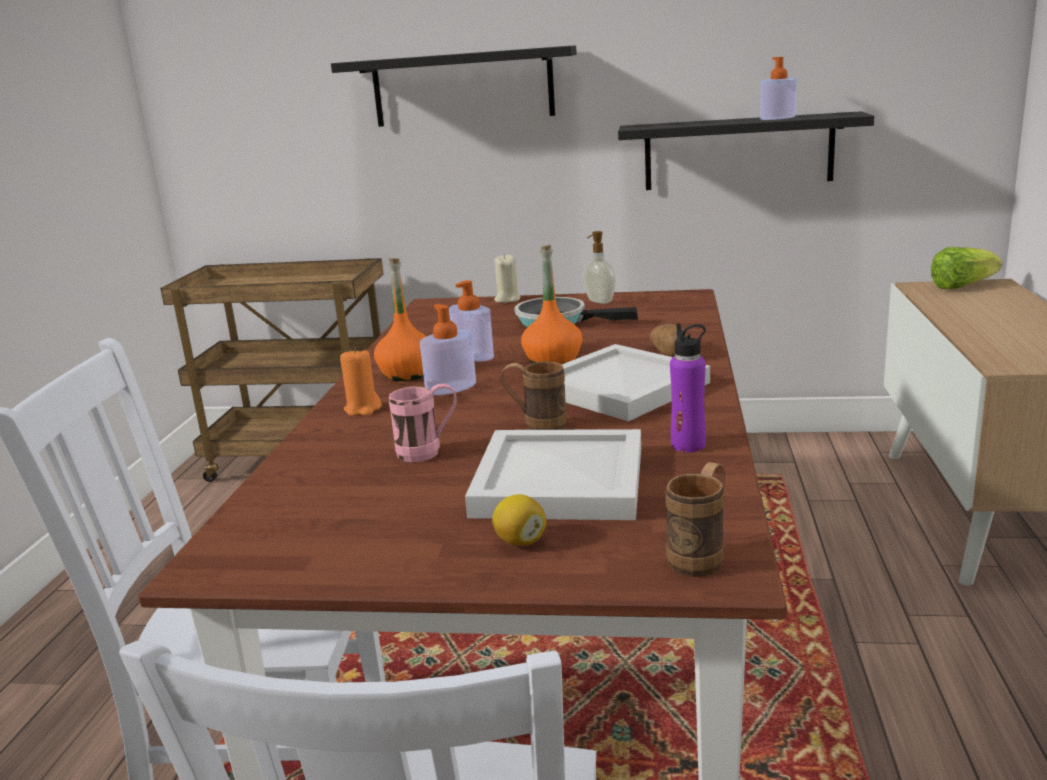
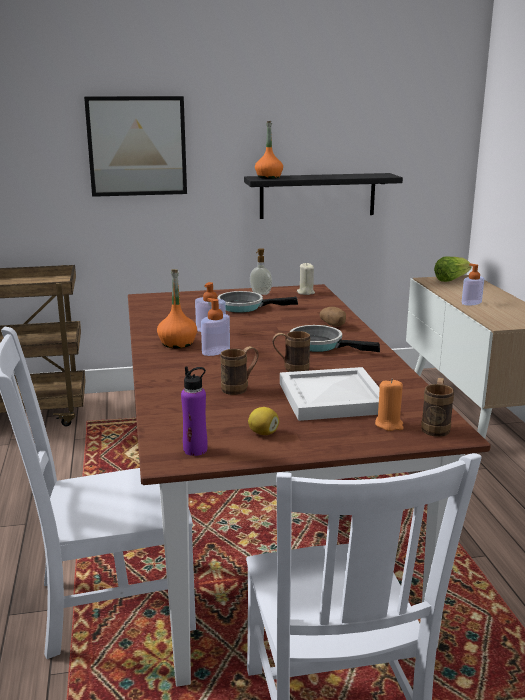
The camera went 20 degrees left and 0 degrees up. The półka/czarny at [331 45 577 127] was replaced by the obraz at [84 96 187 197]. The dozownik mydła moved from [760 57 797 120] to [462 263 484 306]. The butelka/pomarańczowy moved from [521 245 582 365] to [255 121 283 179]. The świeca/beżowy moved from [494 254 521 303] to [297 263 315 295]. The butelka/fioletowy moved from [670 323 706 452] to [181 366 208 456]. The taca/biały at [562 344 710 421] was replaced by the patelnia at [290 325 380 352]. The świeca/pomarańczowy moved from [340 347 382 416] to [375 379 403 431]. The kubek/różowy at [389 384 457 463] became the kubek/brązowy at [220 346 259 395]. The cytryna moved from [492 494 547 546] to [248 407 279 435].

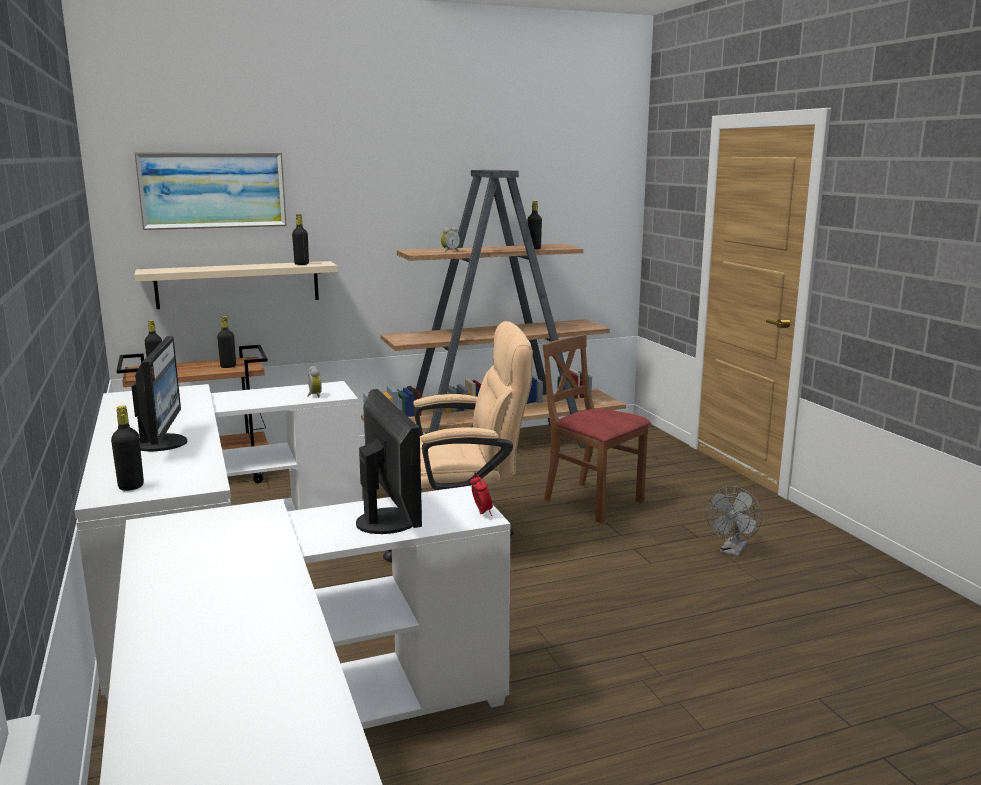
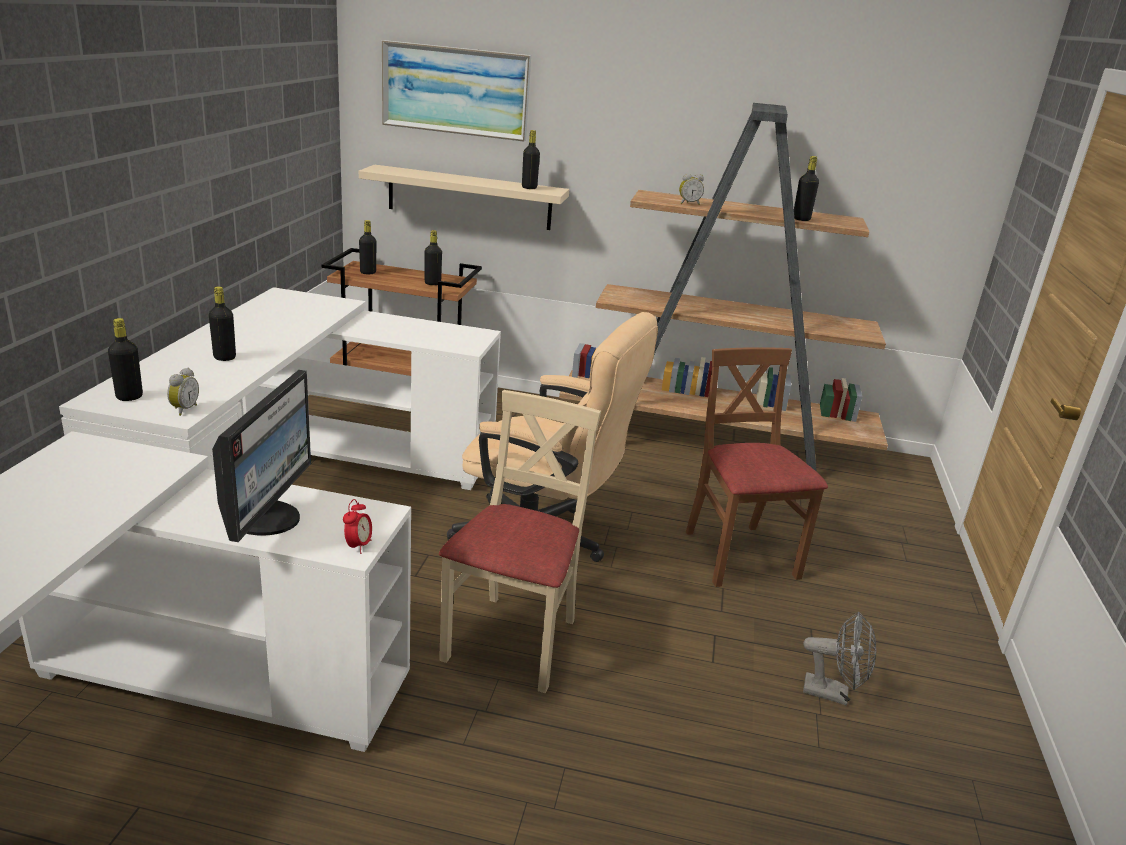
The camera went 30 degrees right and 10 degrees up. The monitor at [131 336 187 451] was replaced by the butelka/czarny at [209 286 236 361]. The budzik moved from [308 366 322 398] to [167 368 199 416]. The wentylator/szary at [706 486 762 557] turned 135 degrees counterclockwise. The krzesło/beżowy at [439 390 601 693] appeared.

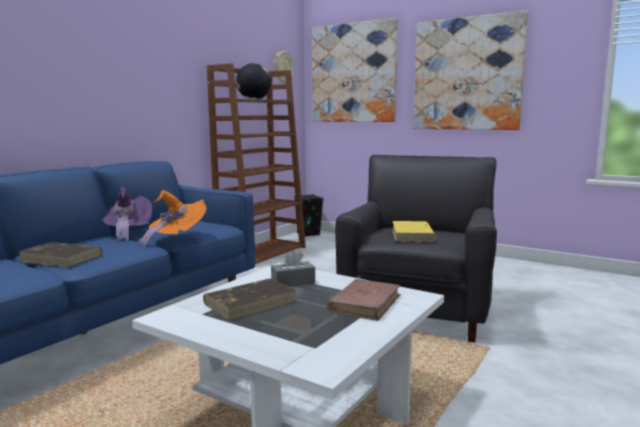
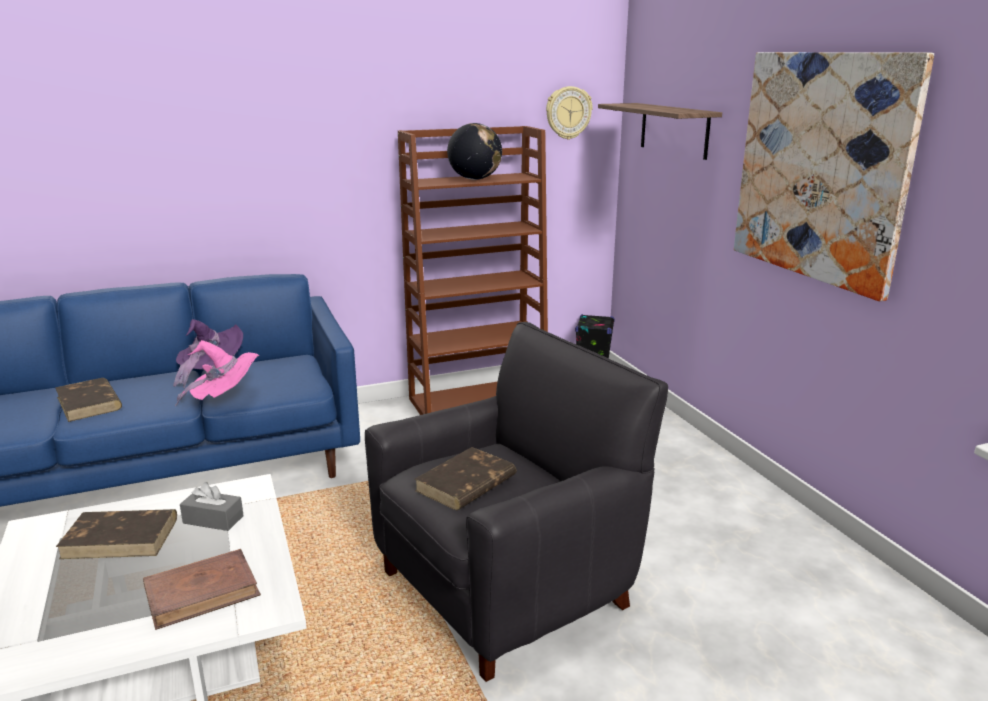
The camera went 35 degrees right and 10 degrees up. The obraz at [312 18 398 122] was replaced by the półka at [598 103 722 160]. The kapelusz/pomarańczowy at [138 190 206 248] became the kapelusz/różowy at [175 340 259 406]. The książka/żółty at [392 221 436 242] became the książka/brązowy at [415 447 516 510].

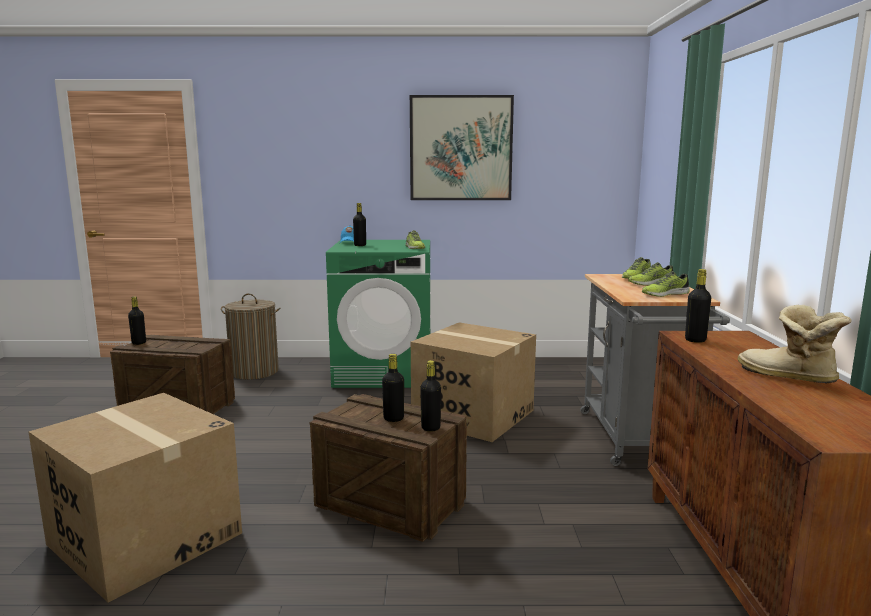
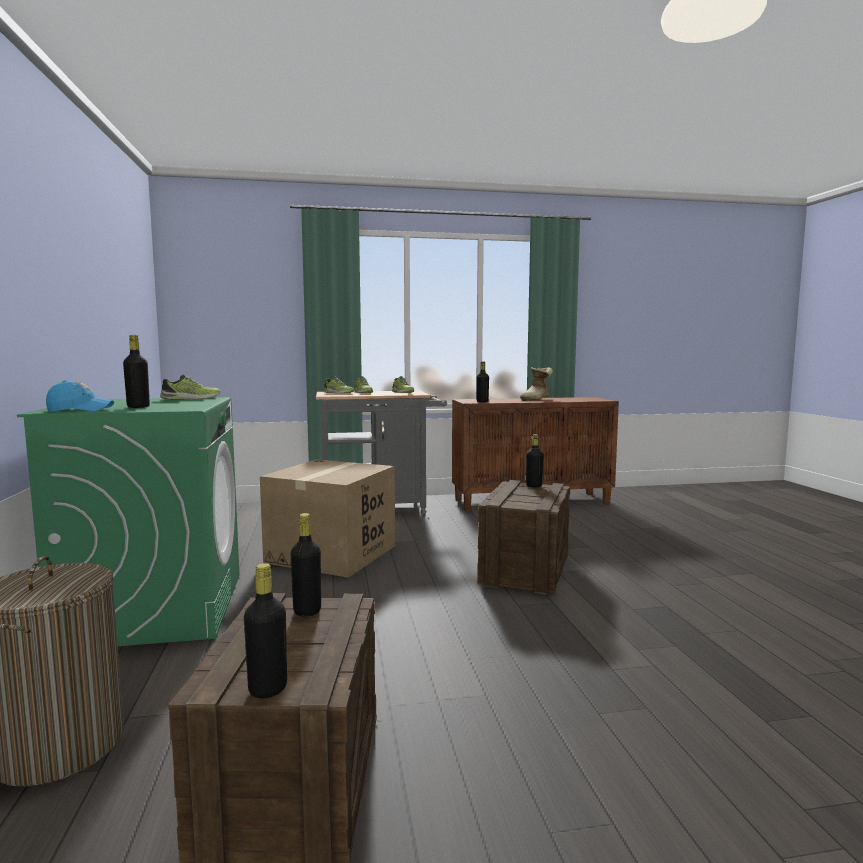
The camera went 100 degrees left and 5 degrees down. The obraz at [410 95 514 200] disappeared. The butelka/czarny moved from [382 354 404 422] to [291 513 321 617]. The karton at [29 393 242 603] disappeared.

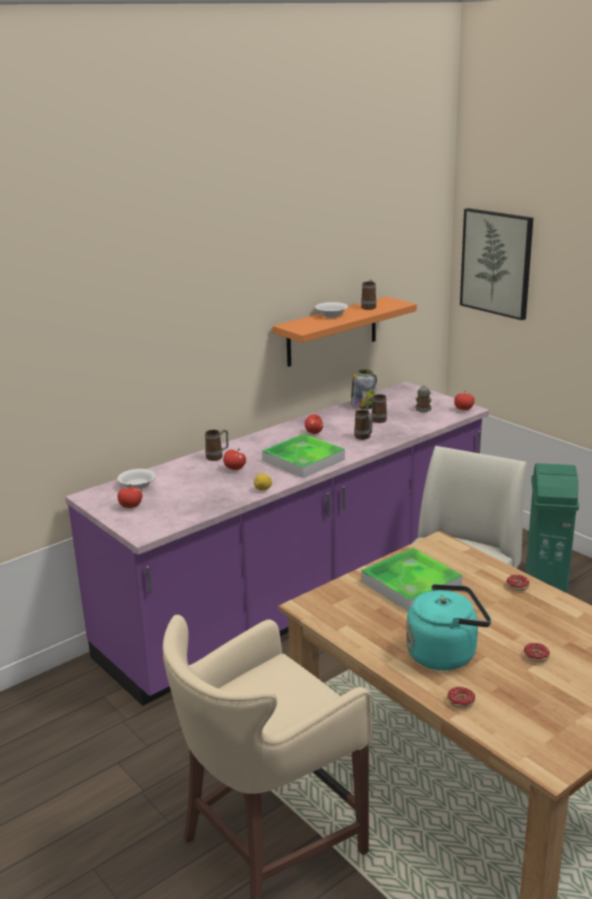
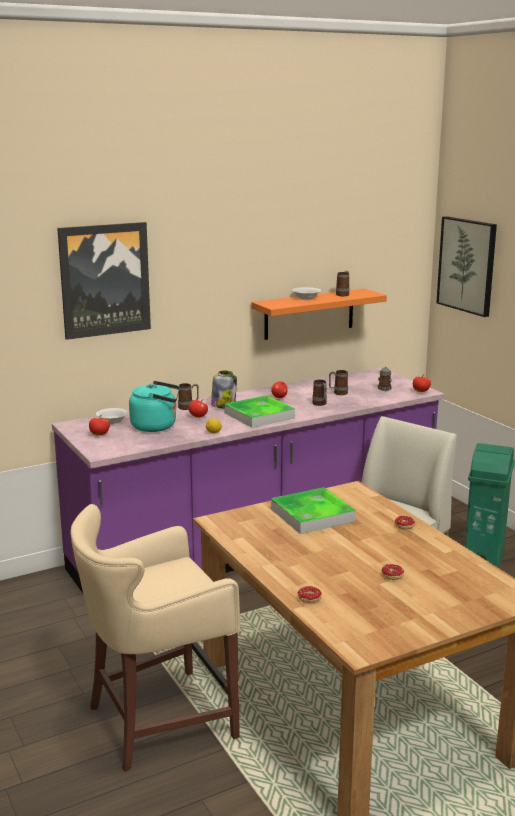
The camera went 10 degrees right and 5 degrees down. The słoik moved from [351 369 377 409] to [211 371 237 408]. The czajnik/turkusowy moved from [406 584 491 670] to [129 381 180 432]. The obraz at [57 222 151 340] appeared.

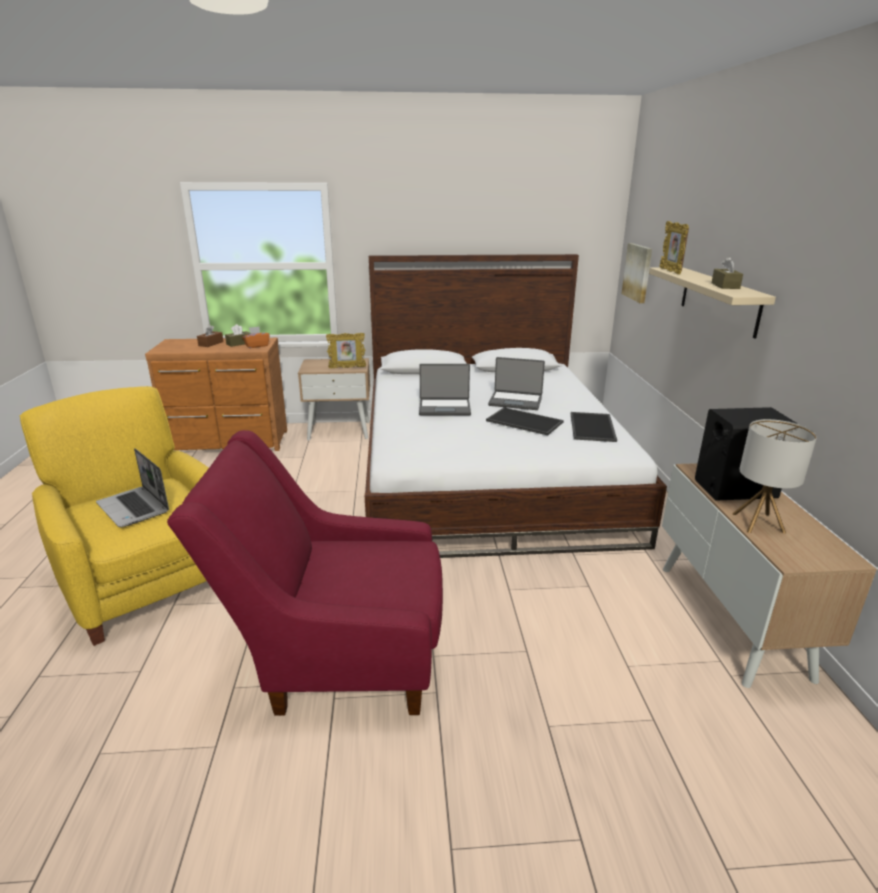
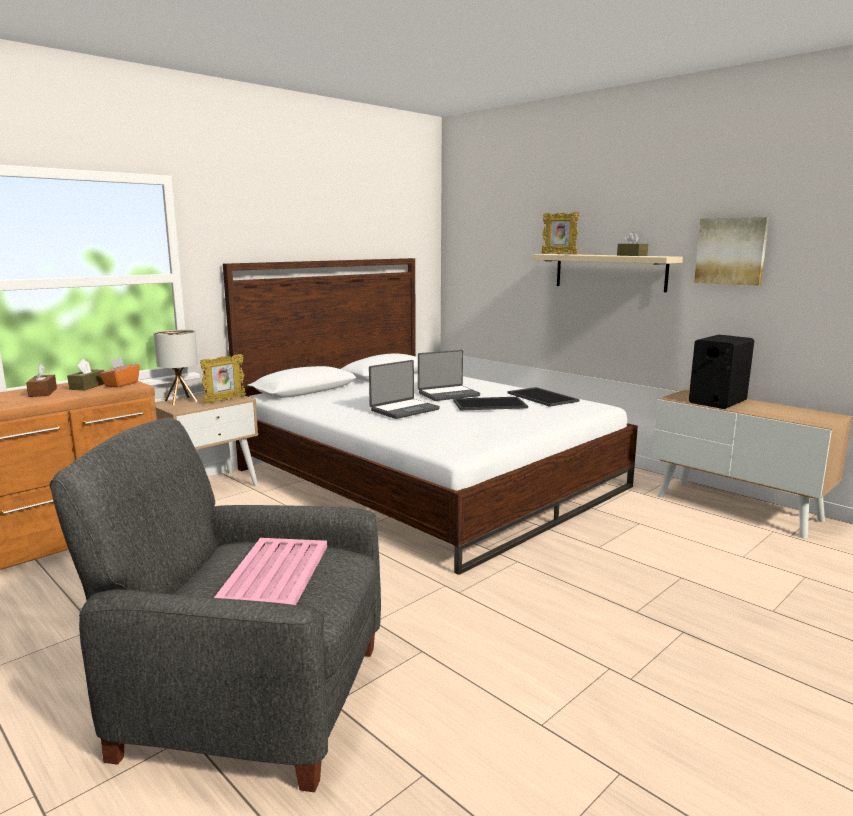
The camera went 40 degrees left and 10 degrees down. The obraz moved from [622 243 652 303] to [694 217 769 286]. The fotel/żółty at [20 386 209 646] became the fotel/szary at [50 417 381 792]. The lampa stołowa moved from [732 419 817 534] to [153 330 198 406]. The fotel/czerwony at [167 430 443 716] disappeared. The laptop at [96 448 169 527] was replaced by the taca/różowy at [214 538 327 605].

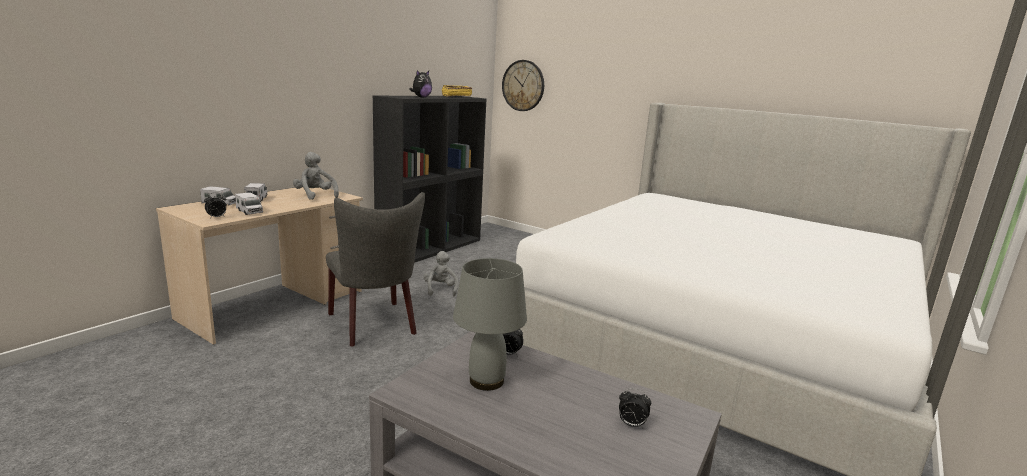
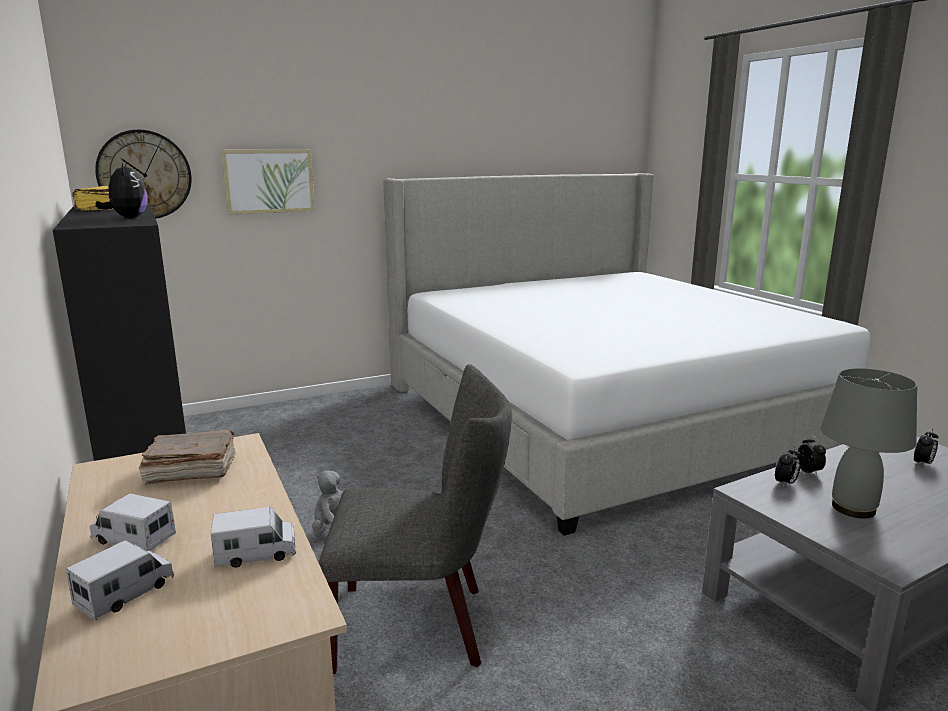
The camera went 60 degrees left and 0 degrees up. The pluszak/szary at [293 152 339 200] was replaced by the książka/brązowy at [139 430 236 484]. The budzik moved from [204 193 226 218] to [797 435 826 476]. The obraz at [221 149 315 215] appeared.

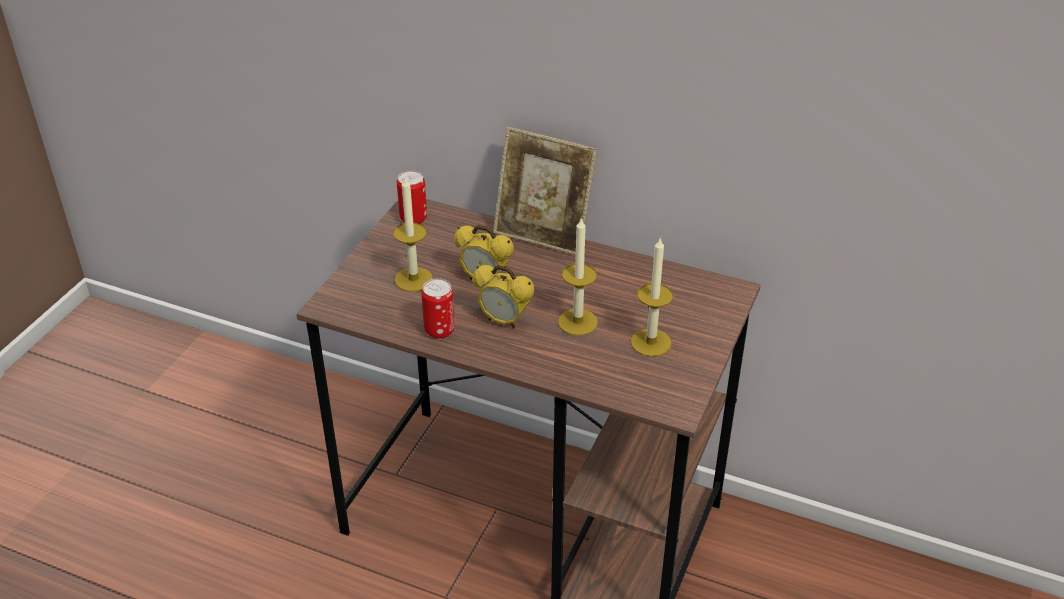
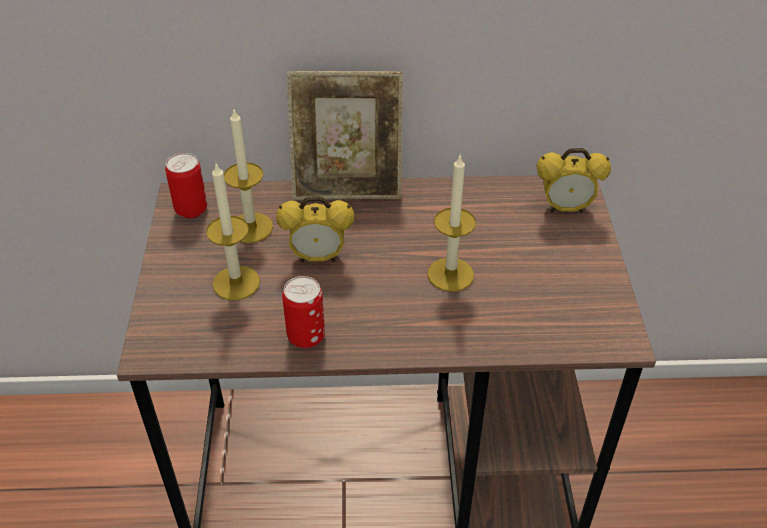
The camera went 25 degrees left and 5 degrees up. The świeca moved from [631 238 673 357] to [224 110 273 243]. The budzik moved from [473 265 535 329] to [537 148 611 213].

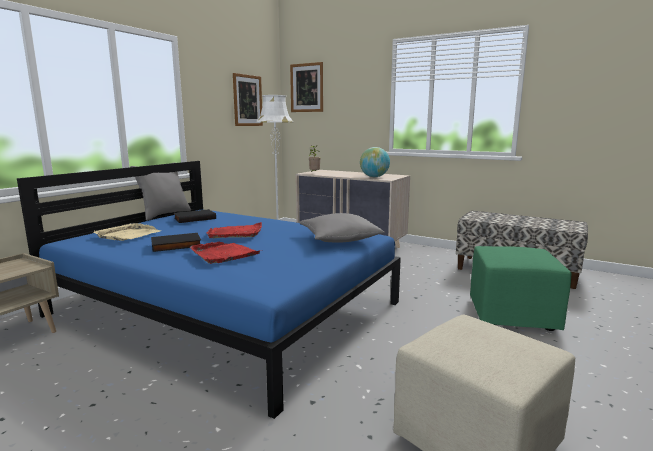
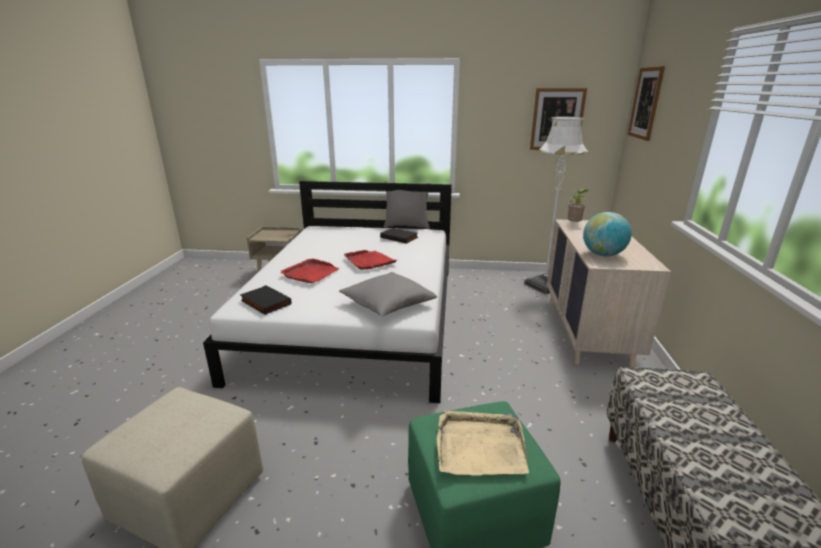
The camera went 65 degrees right and 10 degrees up. The łóżko/niebieski at [17 161 401 419] became the łóżko/biały at [203 181 452 403]. The taca/beżowy moved from [94 223 162 241] to [437 411 529 475]. The książka/czarny moved from [151 233 201 252] to [240 285 292 315].

